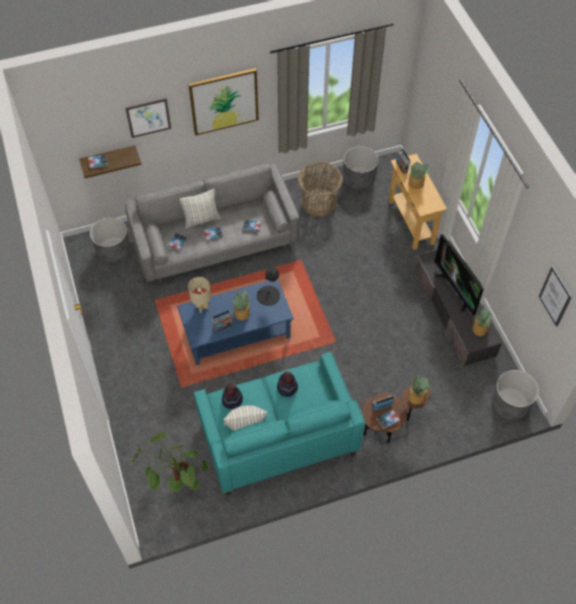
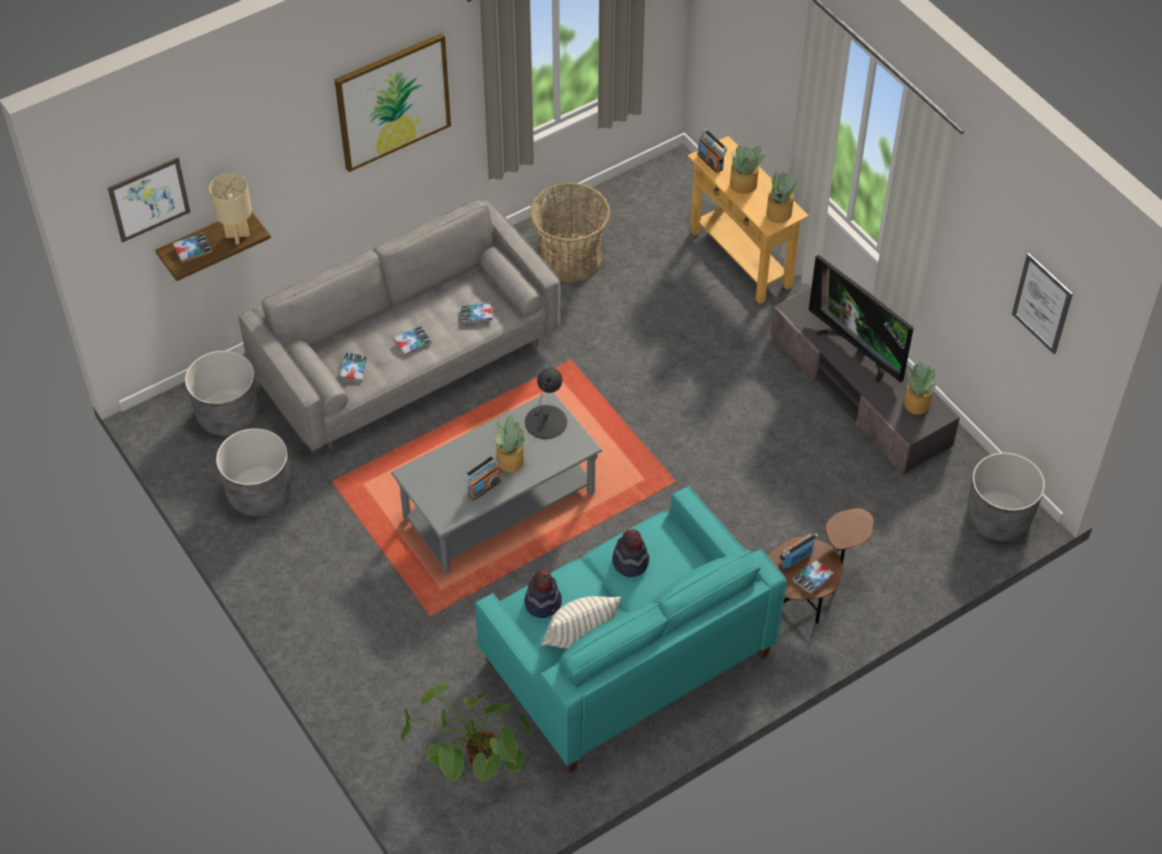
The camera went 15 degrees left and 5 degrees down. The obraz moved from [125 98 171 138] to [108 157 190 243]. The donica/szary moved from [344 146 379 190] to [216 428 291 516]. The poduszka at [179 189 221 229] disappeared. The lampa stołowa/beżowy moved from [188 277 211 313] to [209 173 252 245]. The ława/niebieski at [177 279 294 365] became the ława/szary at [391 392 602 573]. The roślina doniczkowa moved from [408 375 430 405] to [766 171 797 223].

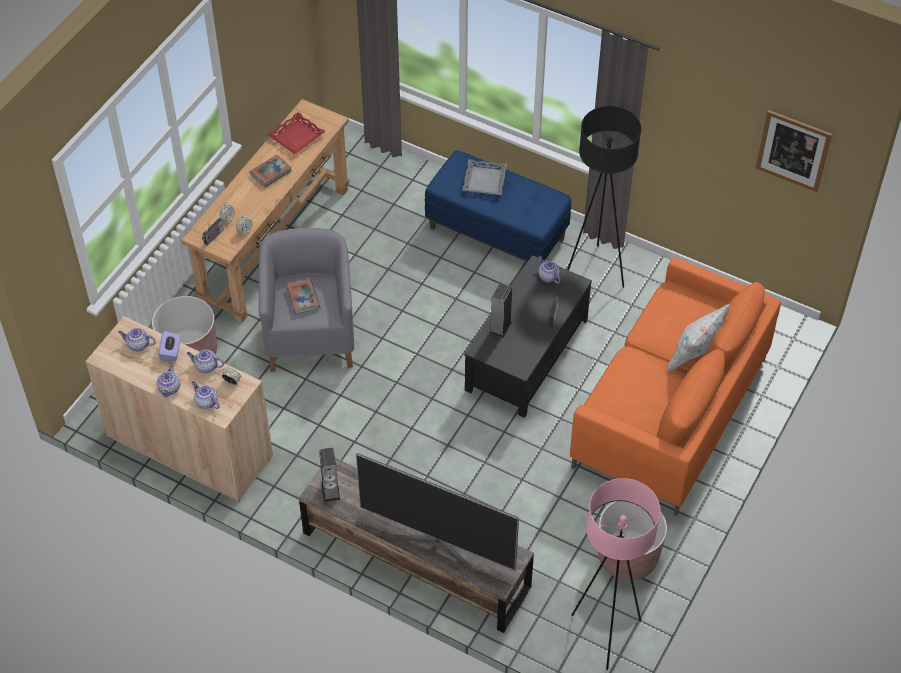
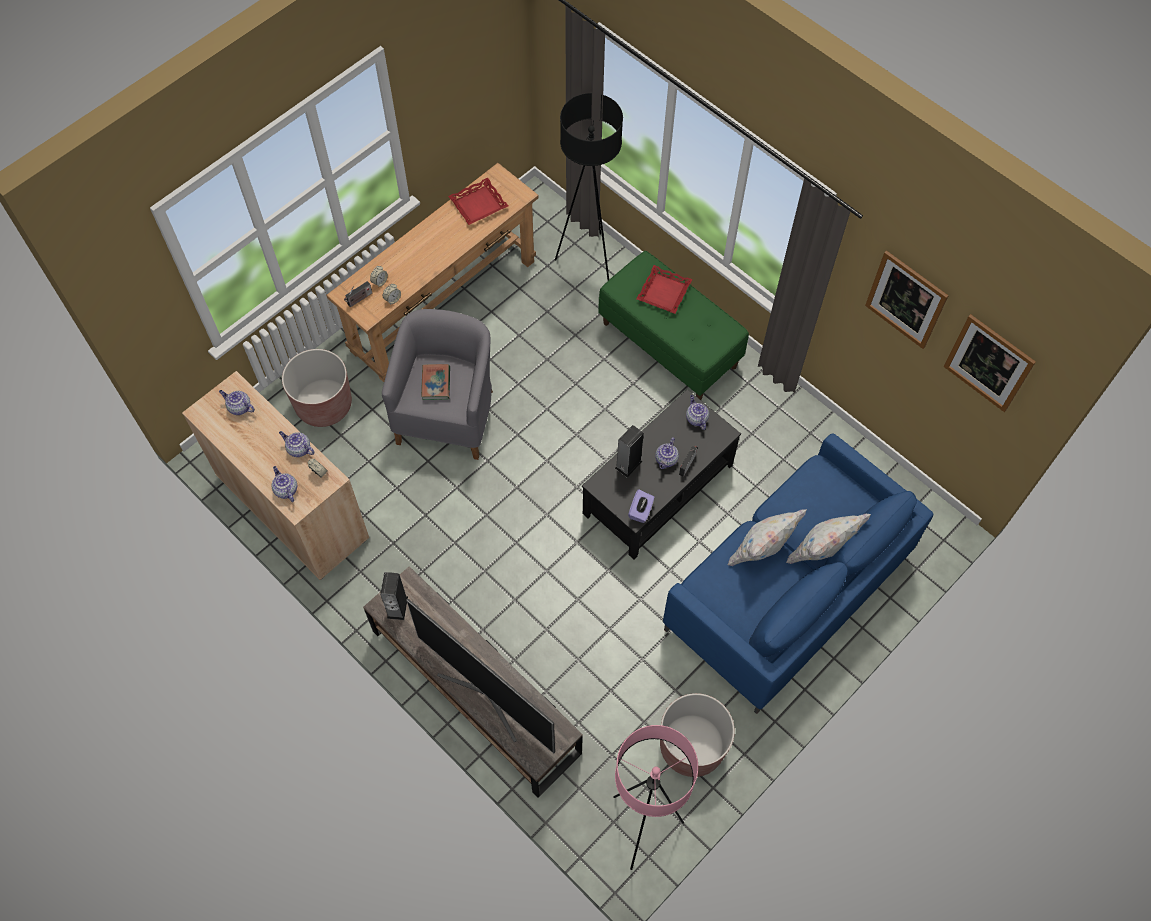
The camera went 15 degrees right and 10 degrees up. The lampa stojąca/czarny moved from [567 106 641 288] to [555 93 623 280]. The ławka/niebieski at [425 150 571 260] became the ławka/zielony at [598 251 749 400]. The książka at [250 155 292 187] disappeared. The taca/szary at [462 159 507 195] became the taca/czerwony at [636 265 692 314]. The kanapa/pomarańczowy at [570 258 781 516] became the kanapa/niebieski at [663 434 933 714]. The pudełko chusteczek/fioletowy moved from [158 331 181 361] to [628 489 654 523]. The imbryk moved from [156 365 180 397] to [655 437 679 469]. The obraz at [865 251 948 349] appeared. The poduszka/biały at [728 509 807 566] appeared.

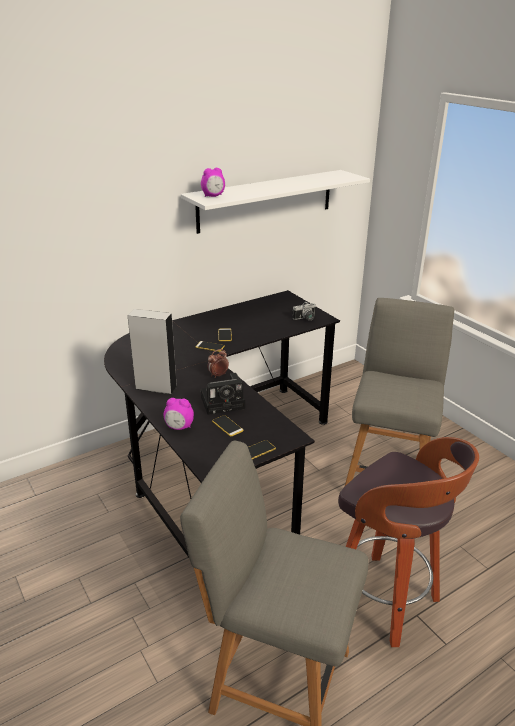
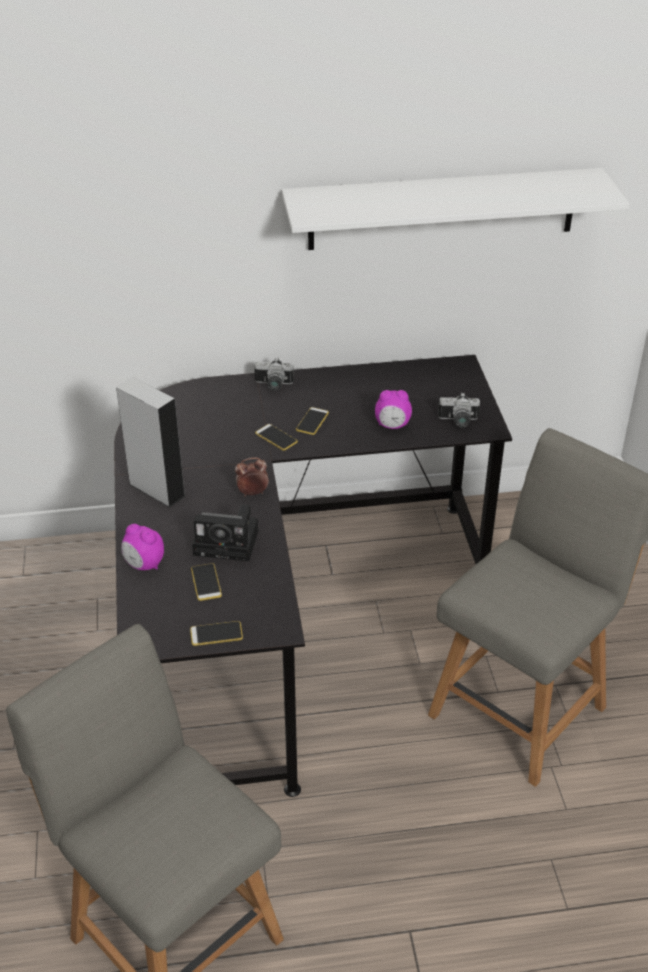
The camera went 25 degrees right and 10 degrees up. The budzik moved from [201 168 225 197] to [375 390 412 429]. The stołek at [338 437 479 647] disappeared. The aparat fotograficzny at [254 357 294 391] appeared.

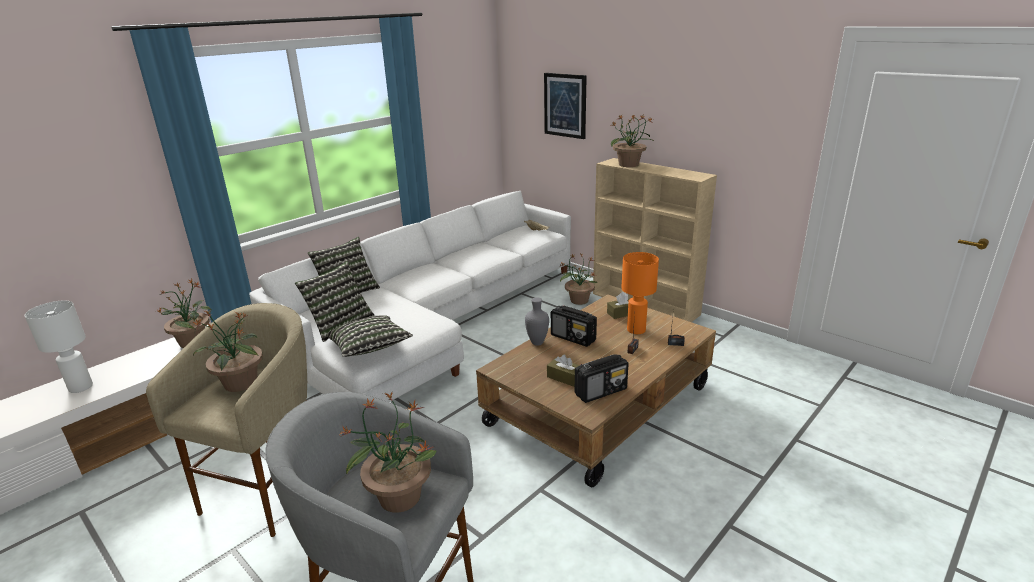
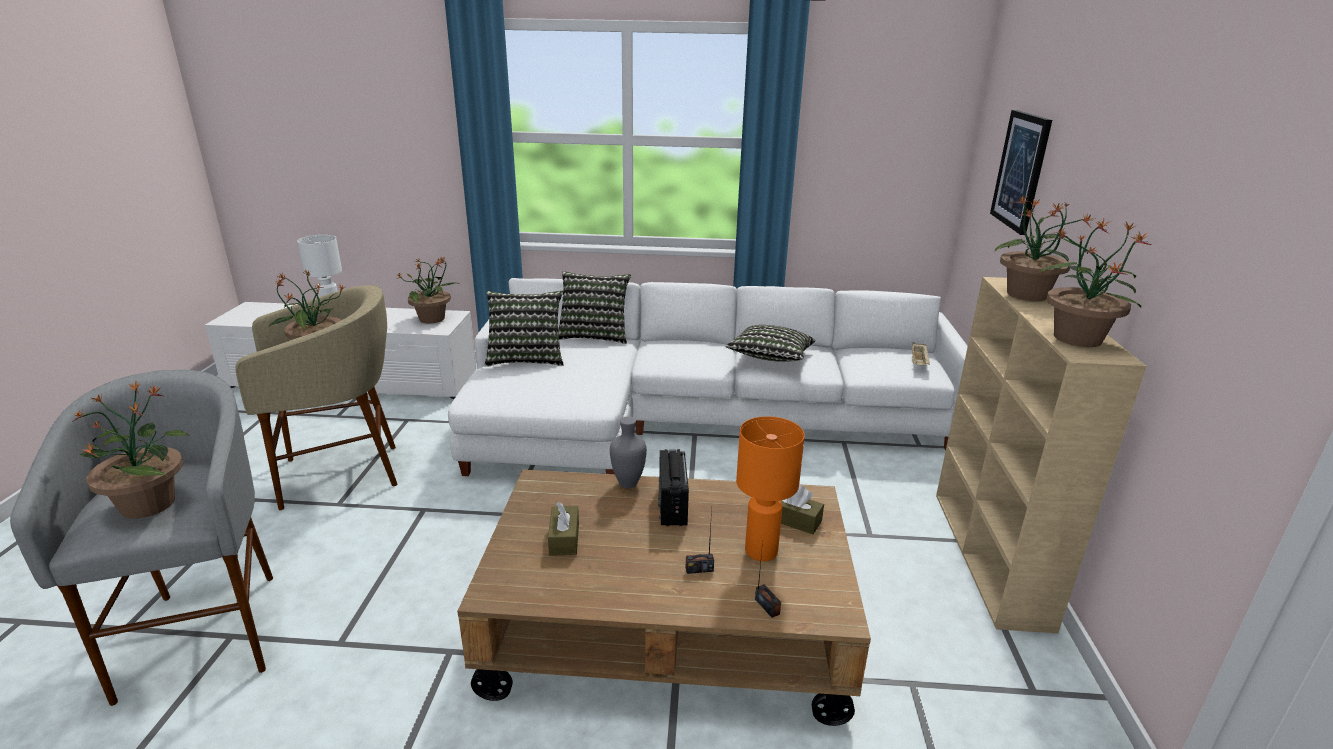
The camera went 50 degrees right and 0 degrees up. The roślina doniczkowa moved from [559 253 598 305] to [1039 219 1152 347]. The poduszka moved from [327 315 413 357] to [726 325 815 362]. The radio at [575 354 629 403] disappeared.

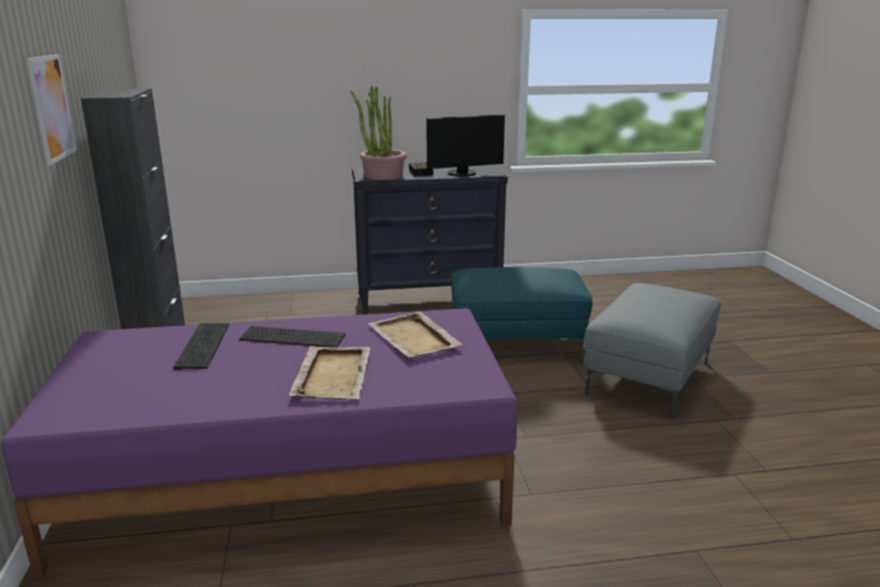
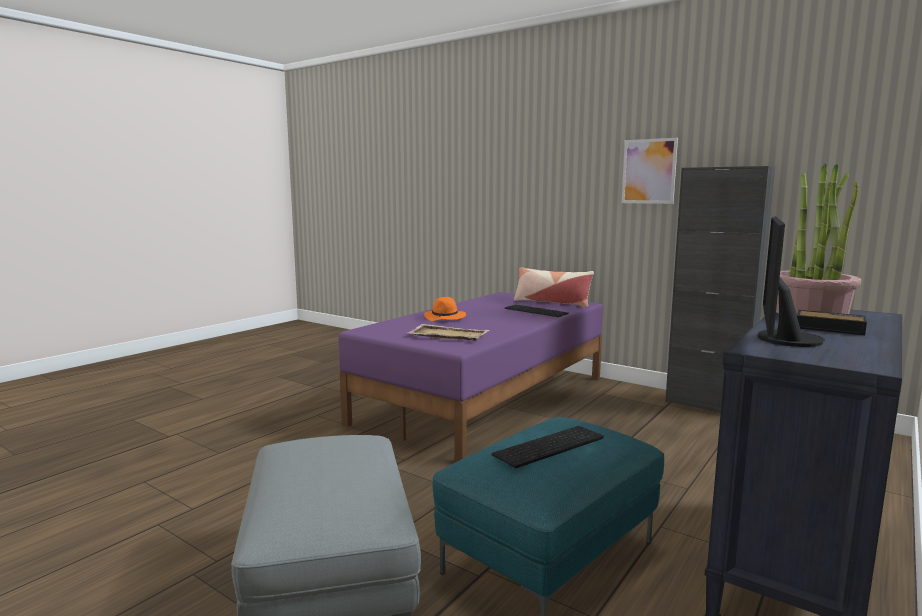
The camera went 135 degrees right and 10 degrees down. The klawiatura moved from [239 326 345 347] to [492 426 604 468]. The taca/beżowy at [289 346 371 400] was replaced by the kapelusz/pomarańczowy at [424 297 466 321]. The poduszka at [514 267 594 308] appeared.

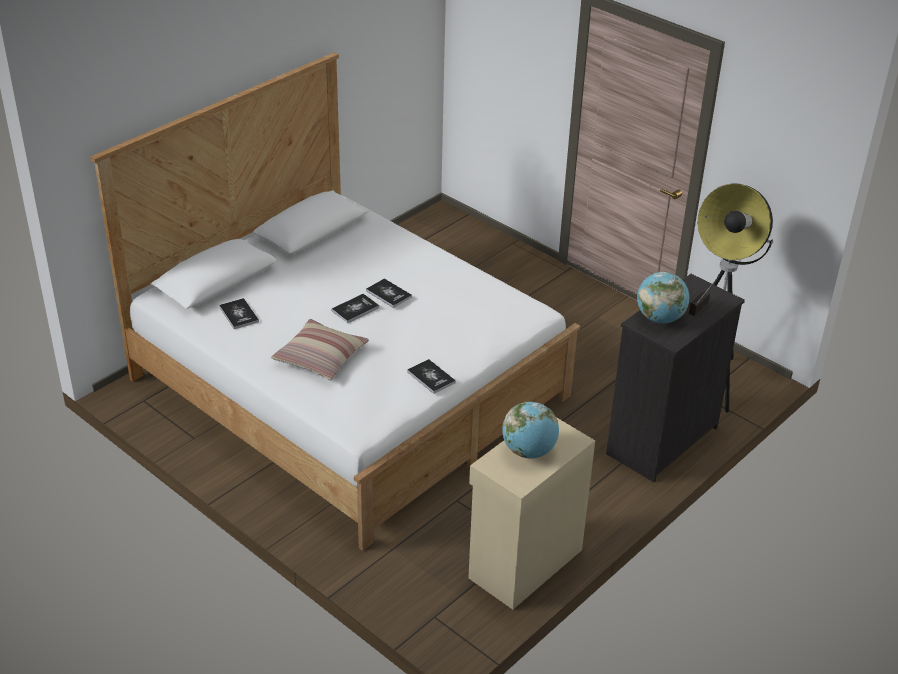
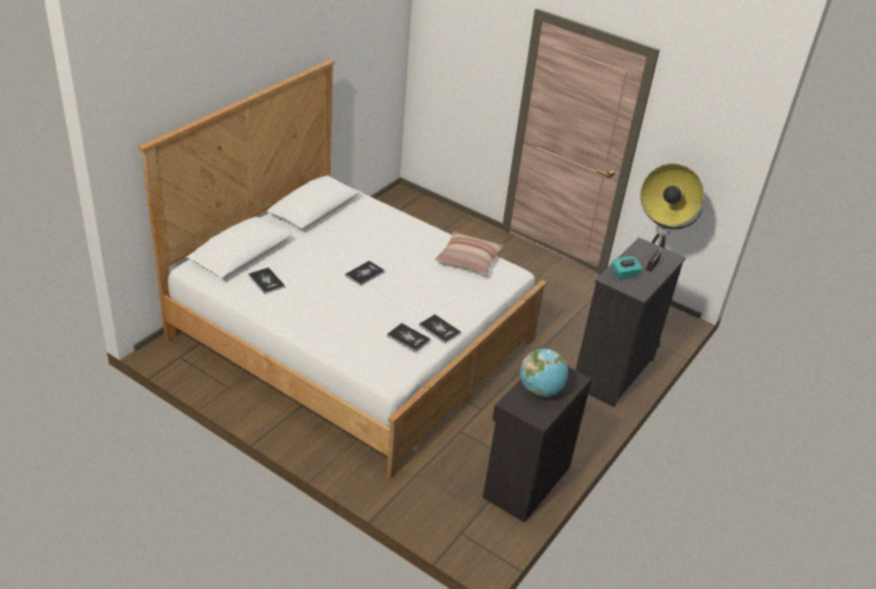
The camera went 10 degrees left and 0 degrees up. The globus at [637 271 689 323] was replaced by the pudełko chusteczek/turkusowy at [612 256 642 279]. The książka moved from [366 279 412 308] to [387 323 430 353]. The poduszka moved from [271 319 369 380] to [435 231 504 276]. The szafka/beżowy at [468 417 595 610] became the szafka/czarny at [483 366 592 523].

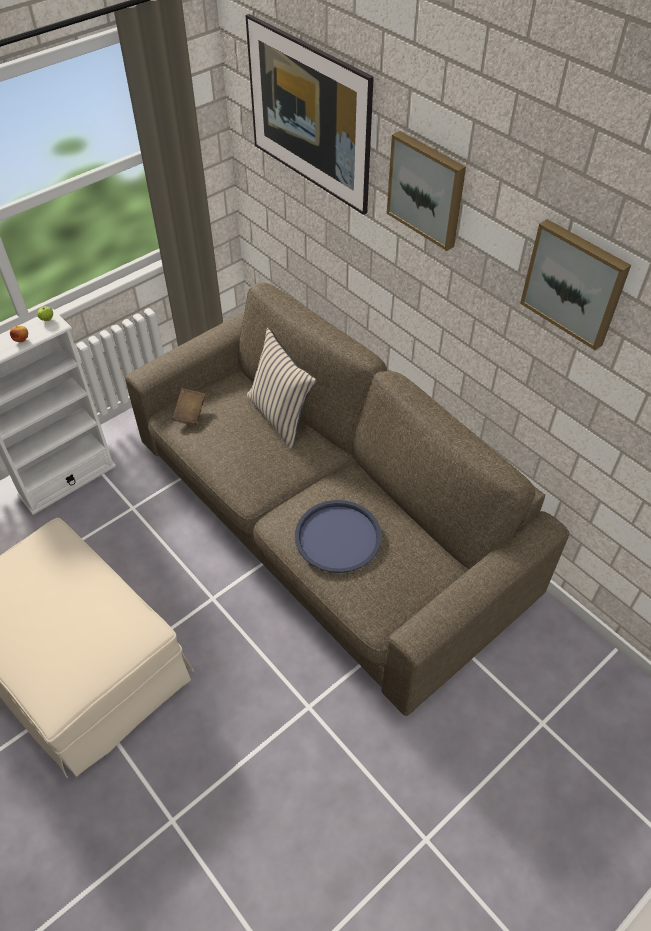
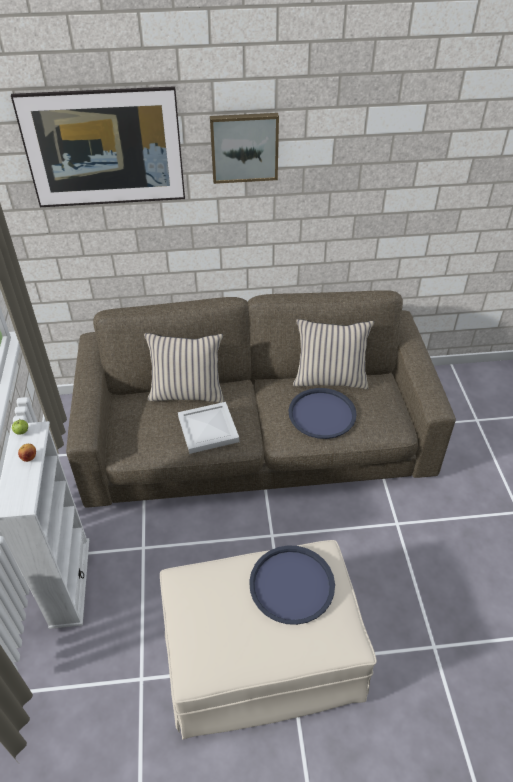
The camera went 55 degrees left and 5 degrees down. The obraz at [520 219 631 350] disappeared. The książka/brązowy at [172 388 205 426] disappeared. The poduszka/beżowy at [293 319 374 389] appeared. The taca/biały at [178 402 239 454] appeared. The taca/niebieski at [249 545 335 625] appeared.

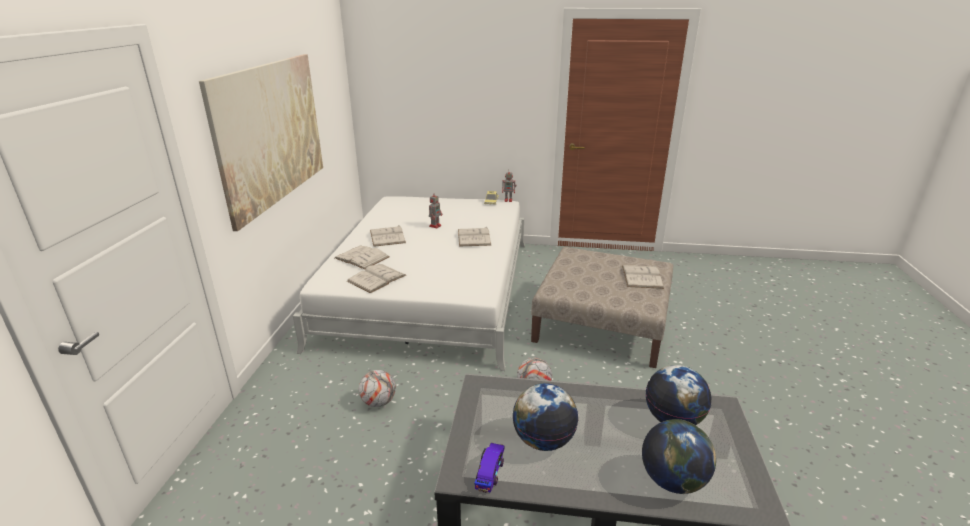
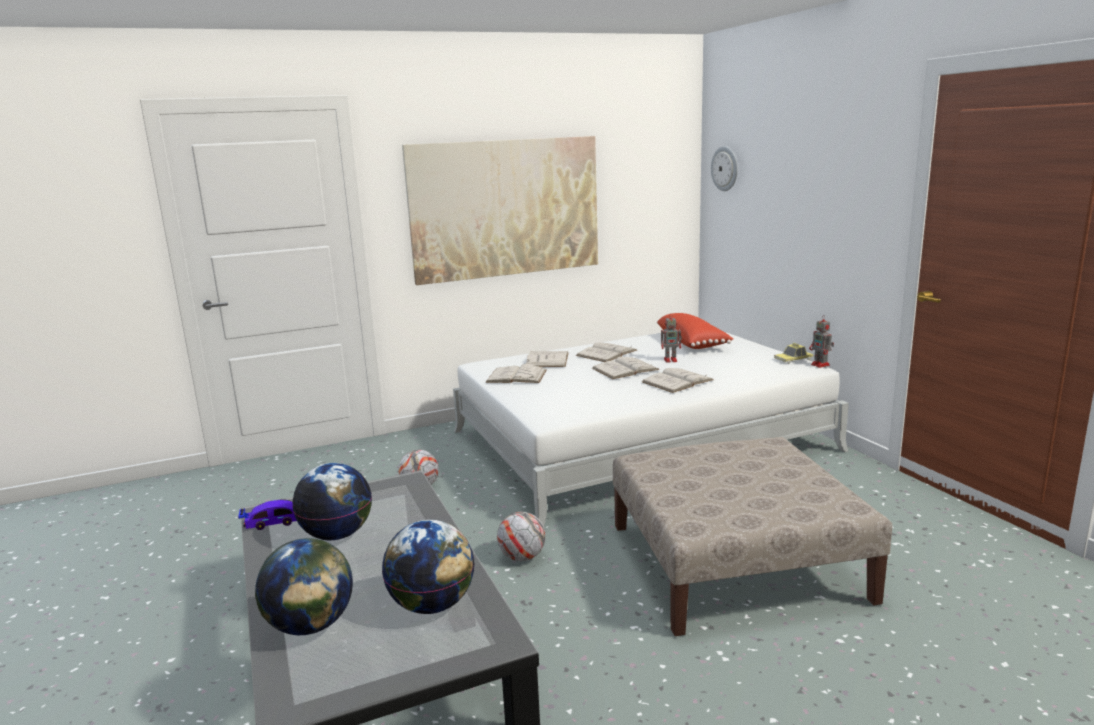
The camera went 60 degrees right and 10 degrees down. The książka/biały moved from [622 265 664 289] to [592 357 660 379]. The zegar ścienny at [711 146 738 191] appeared. The poduszka/czerwony at [657 313 733 349] appeared.

